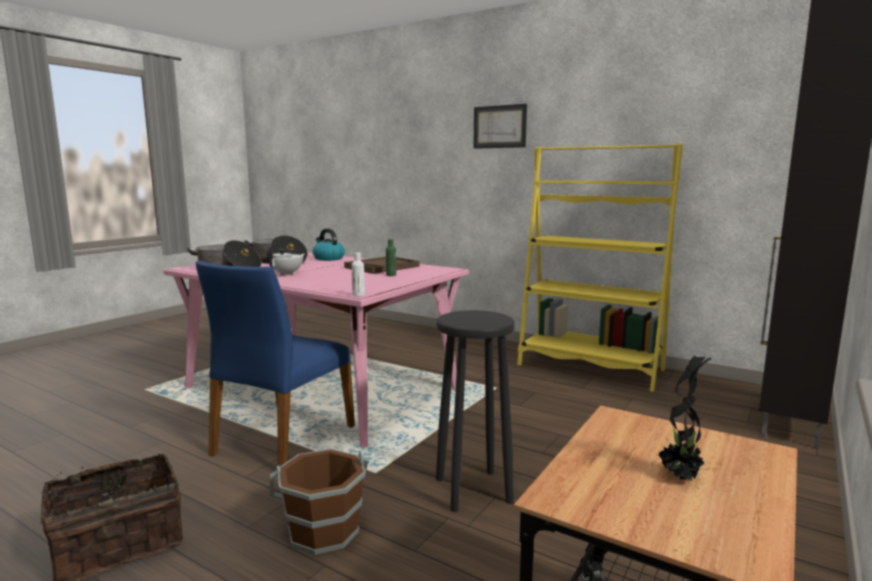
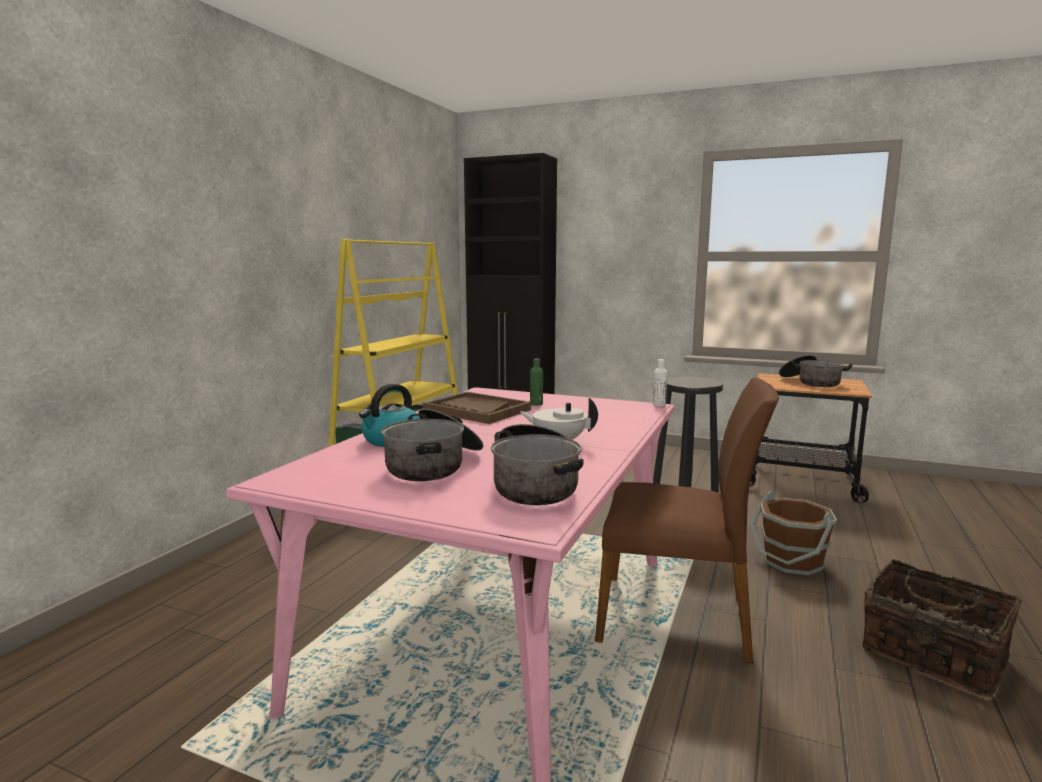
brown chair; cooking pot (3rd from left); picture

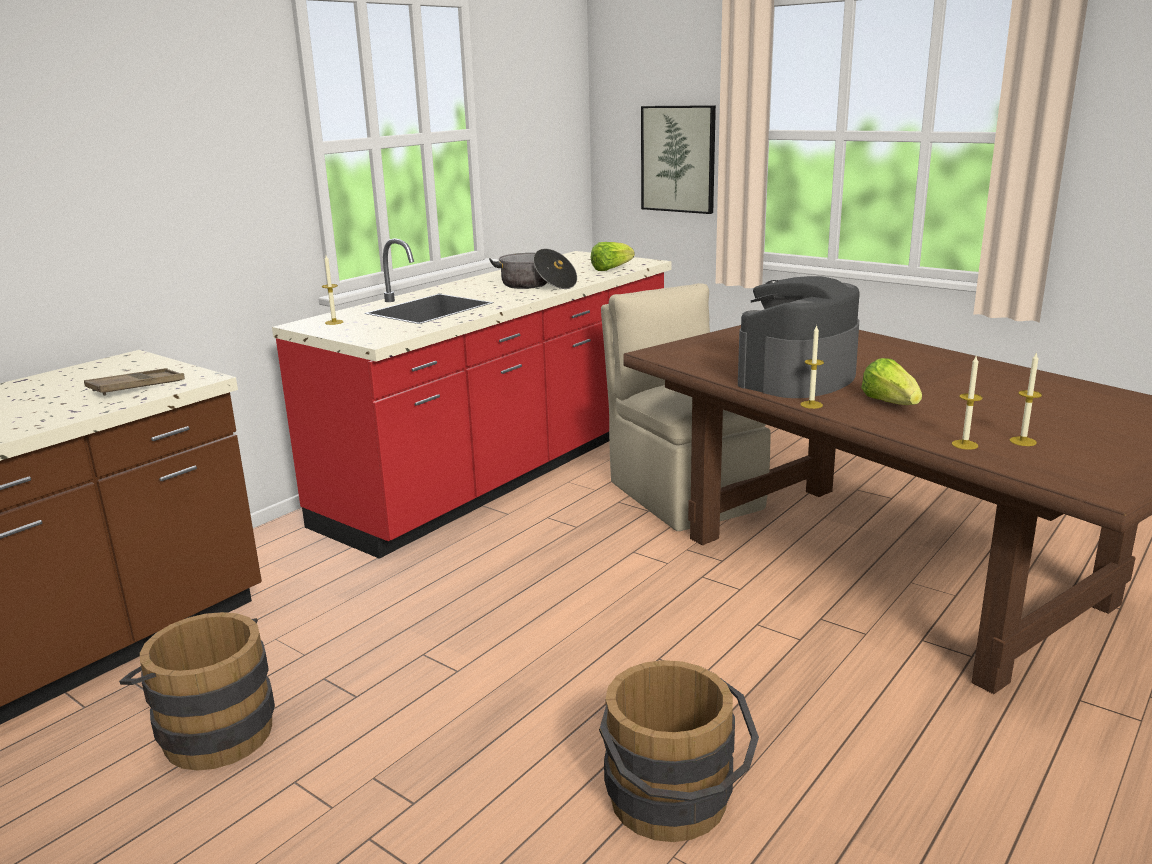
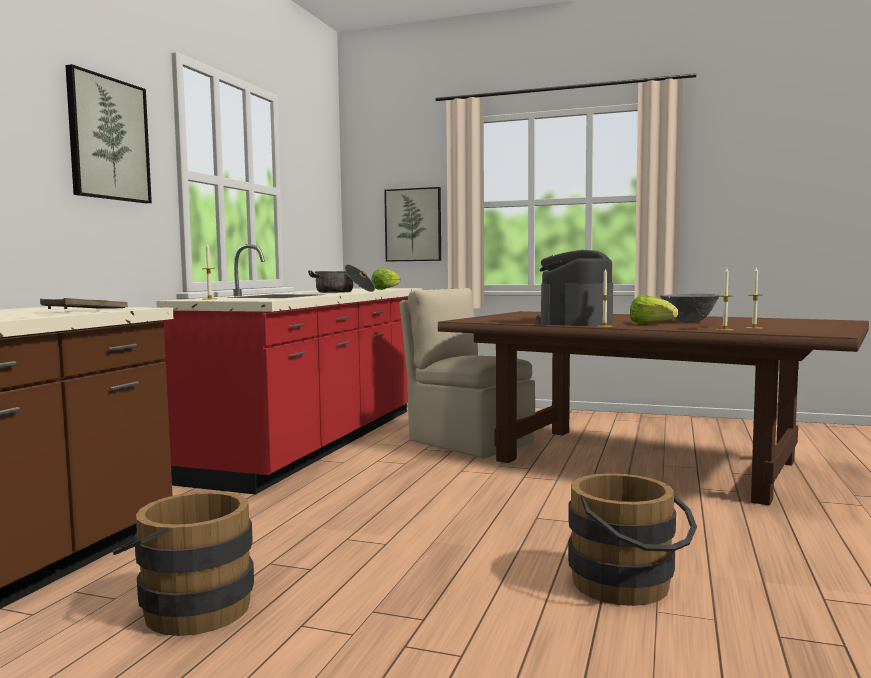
picture (1st from left); grey bowl

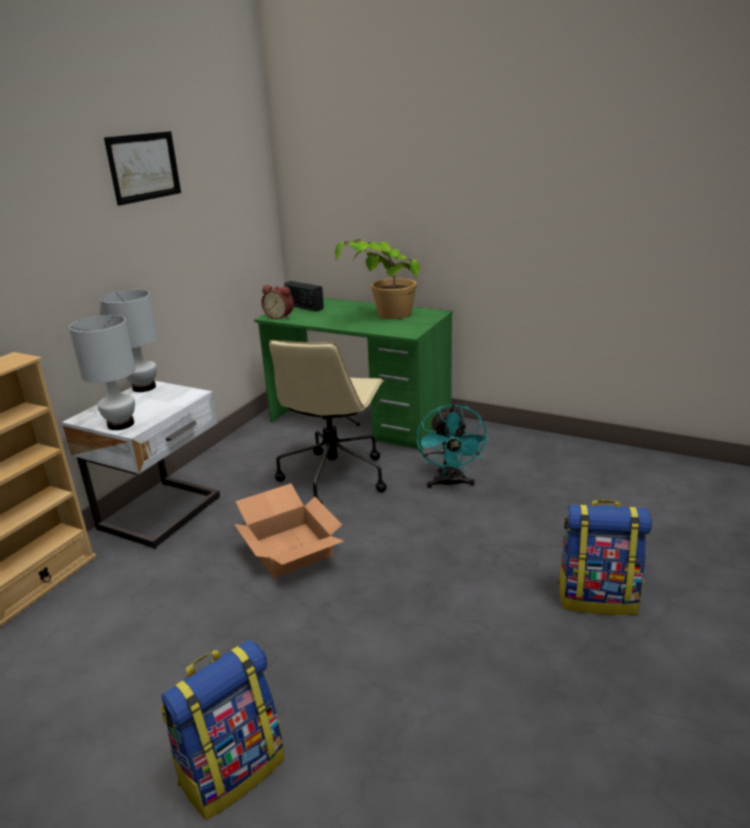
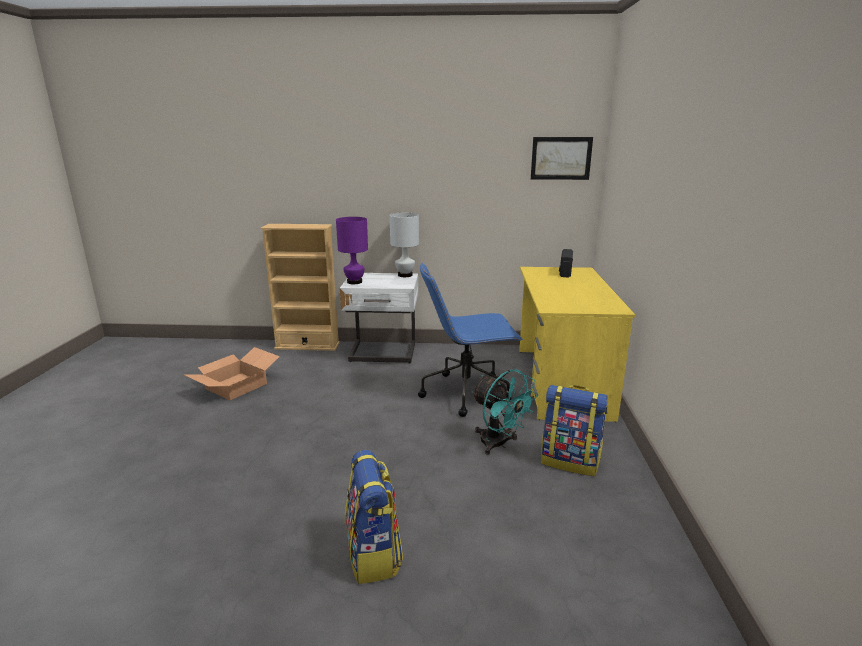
cardboard box; purple table lamp; blue office chair; turquoise fan; yellow desk; picture; backpack (2nd from left); alarm clock; potted plant

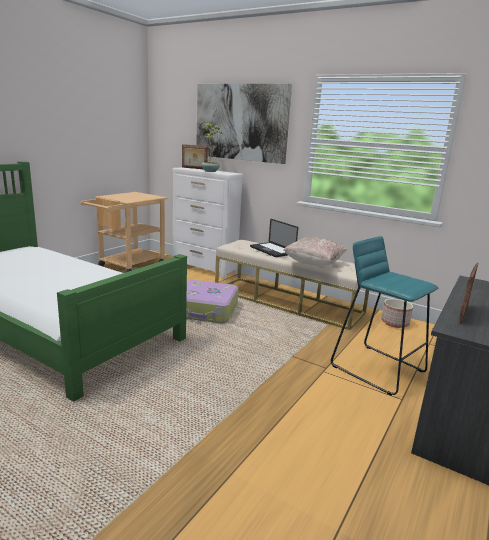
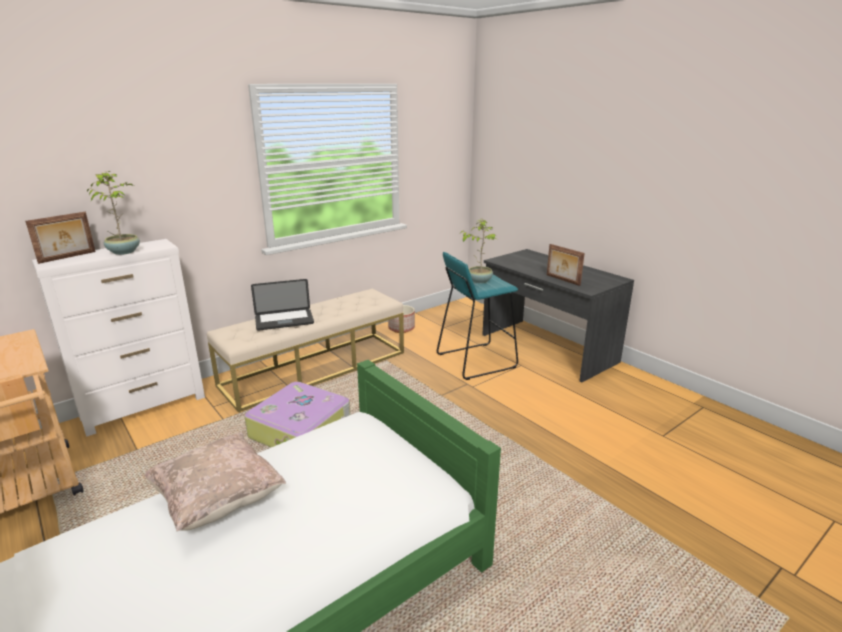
beige pillow; potted plant (2nd from left); picture

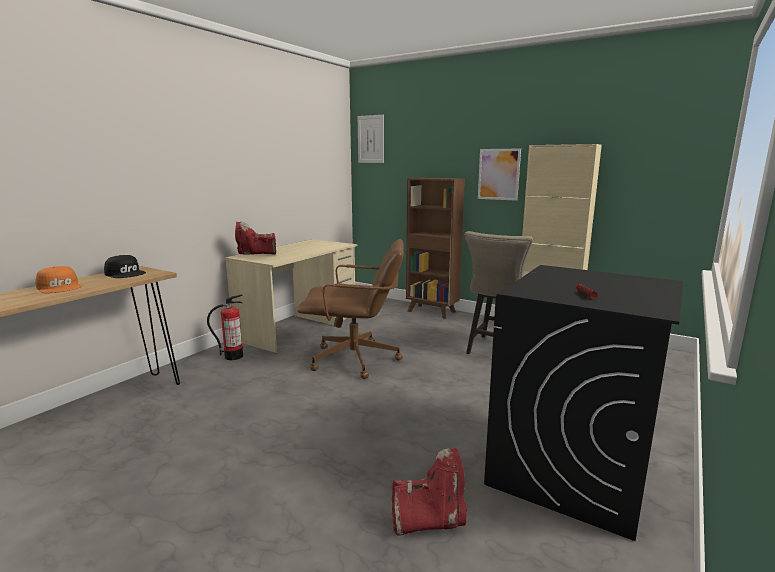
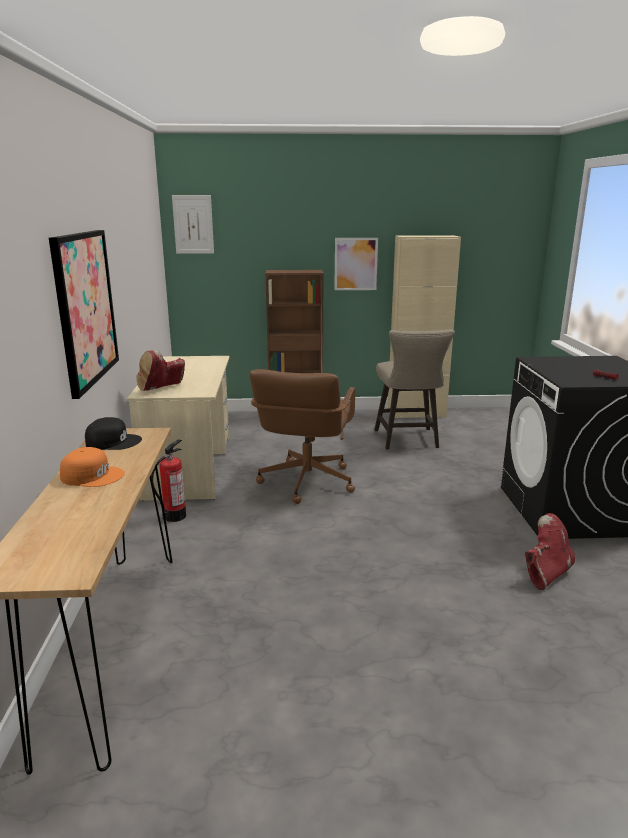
picture (1st from left); brown office chair

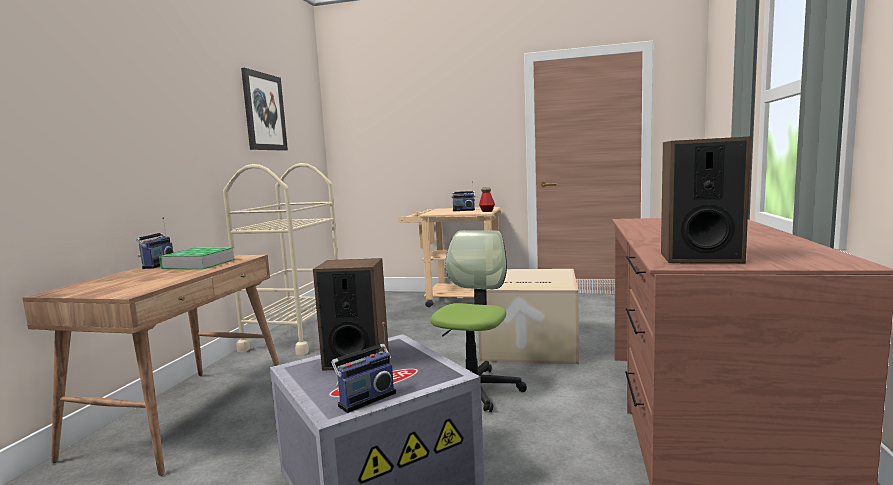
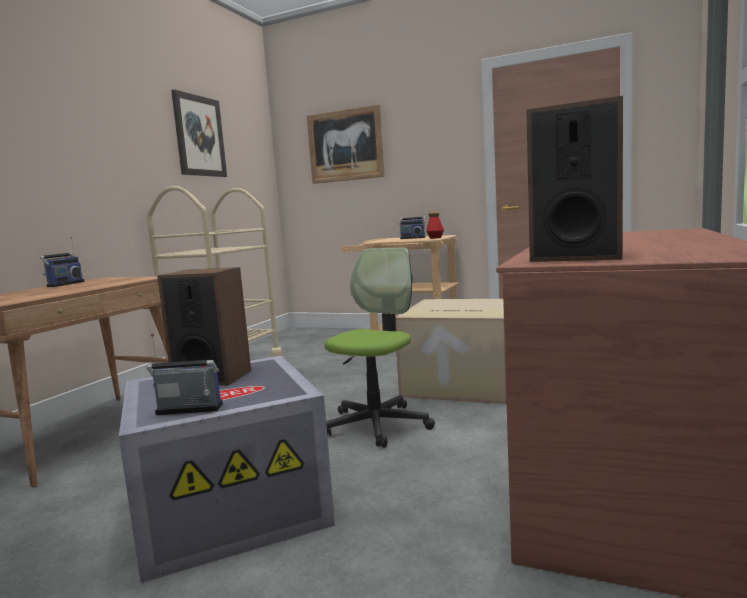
radio (2nd from left); picture (2nd from left); book

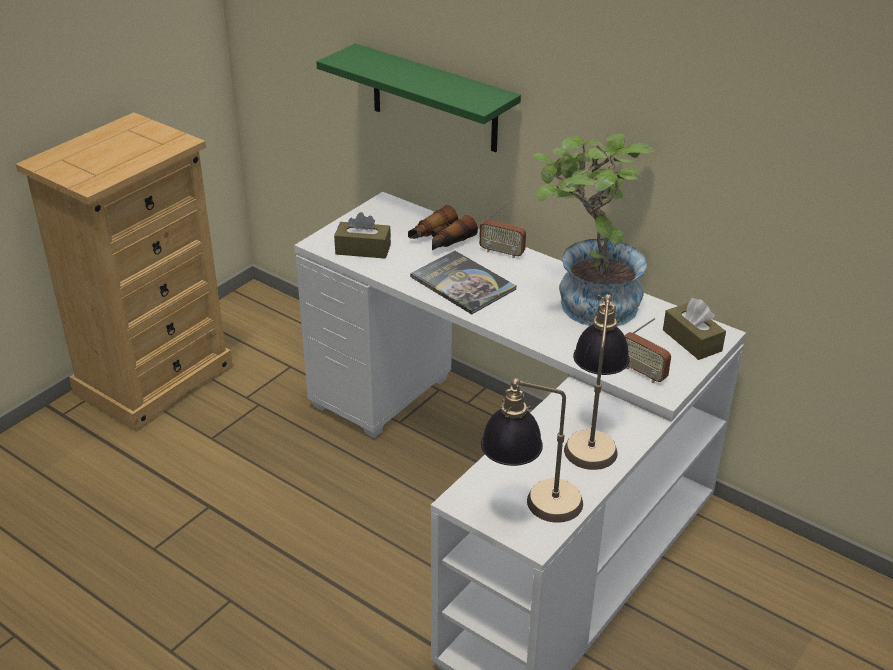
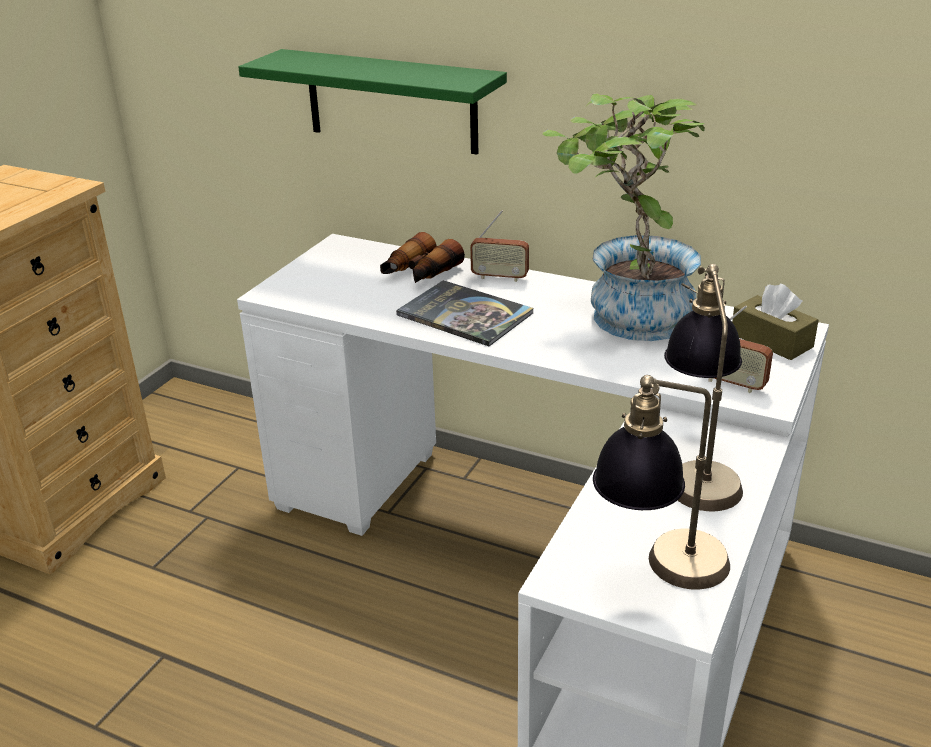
brown tissue box (1st from left in the first image)

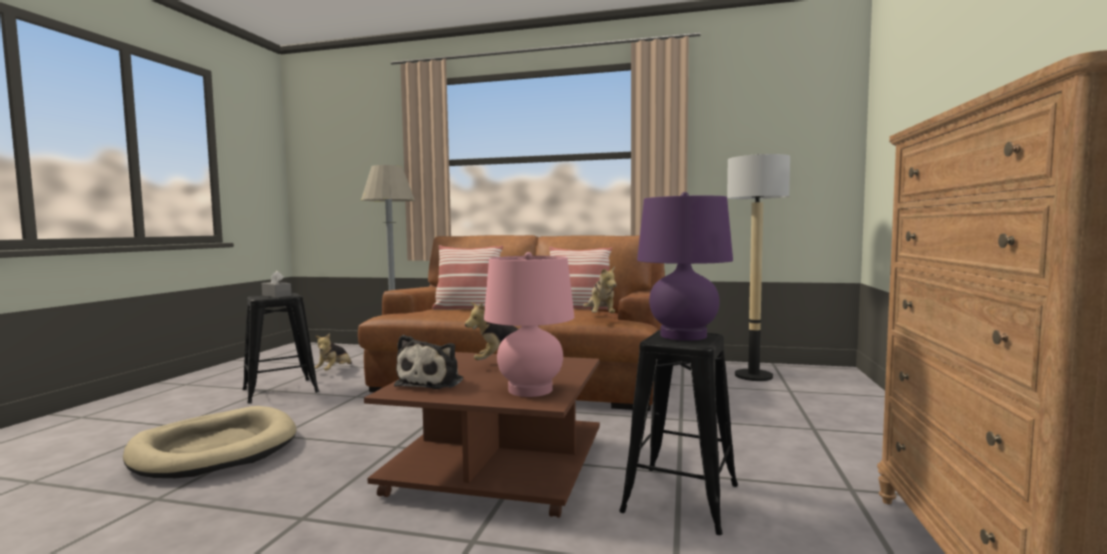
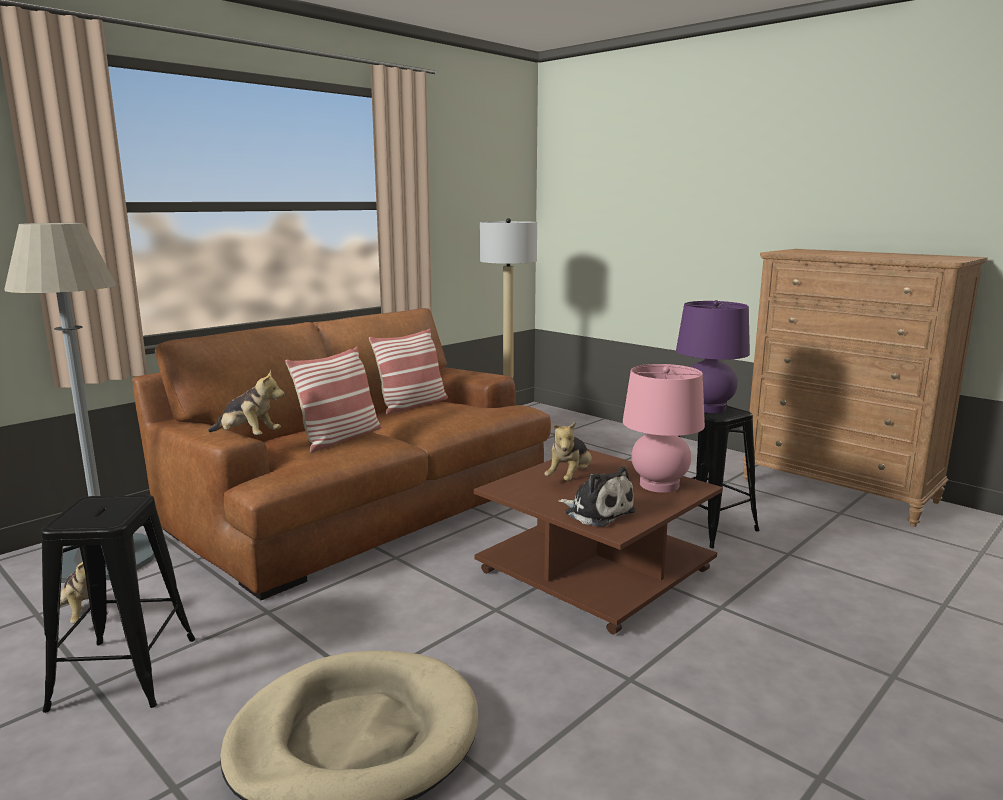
plush toy (2nd from left); grey tissue box

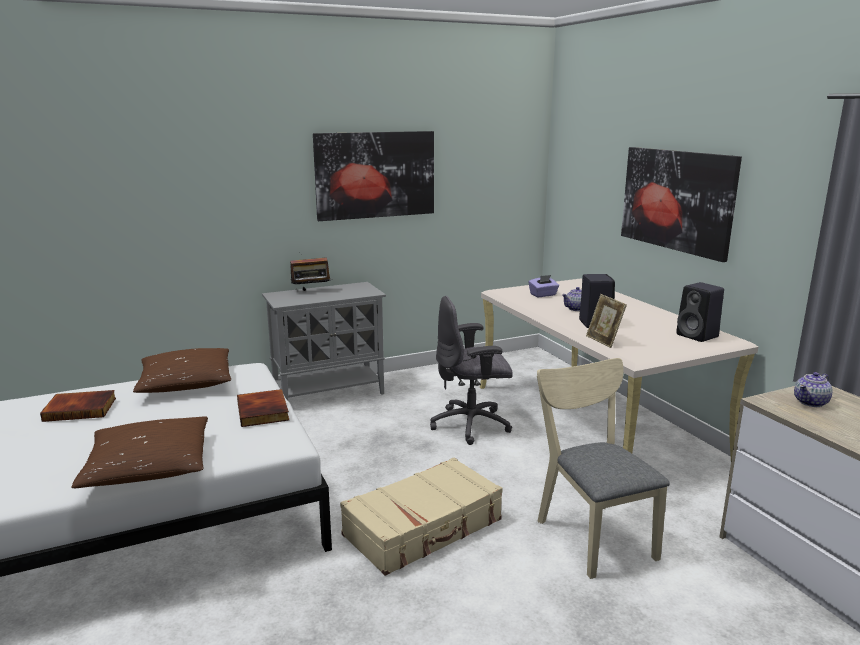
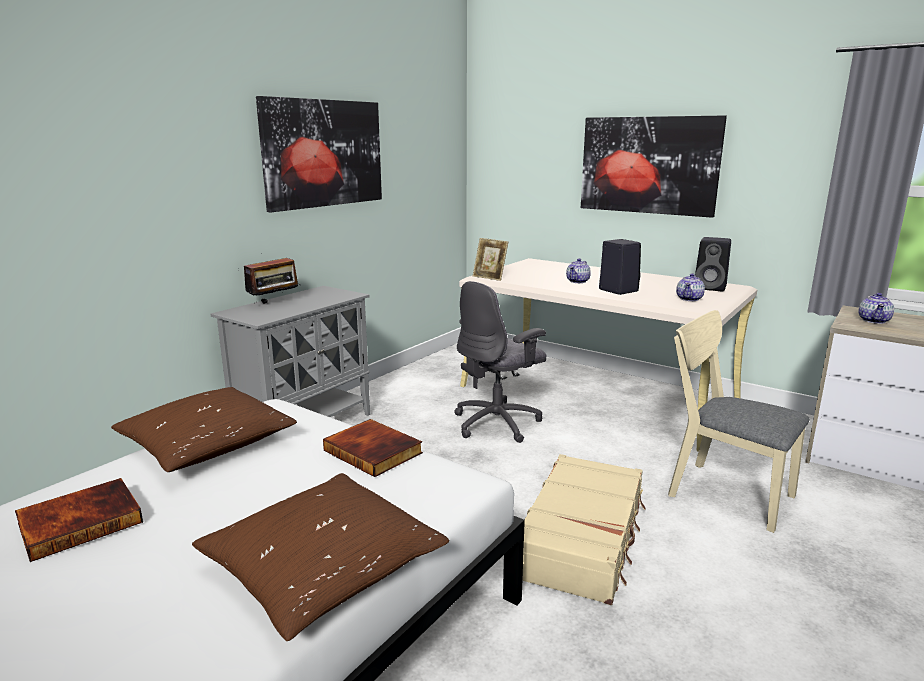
picture frame; teapot (2nd from left); purple tissue box

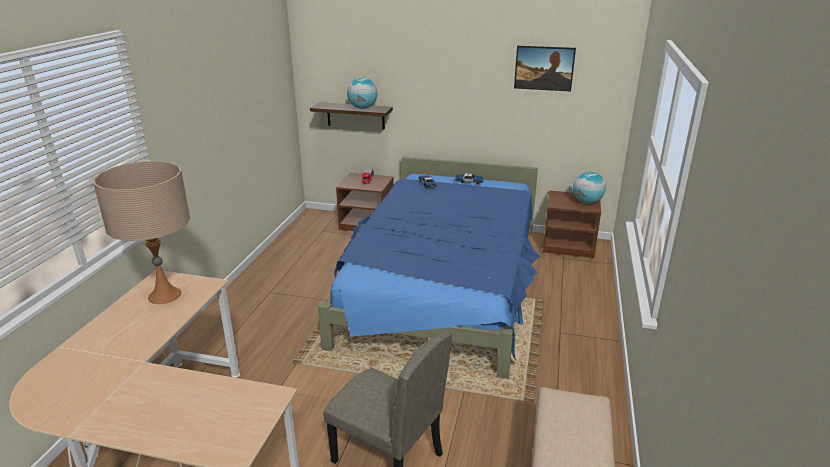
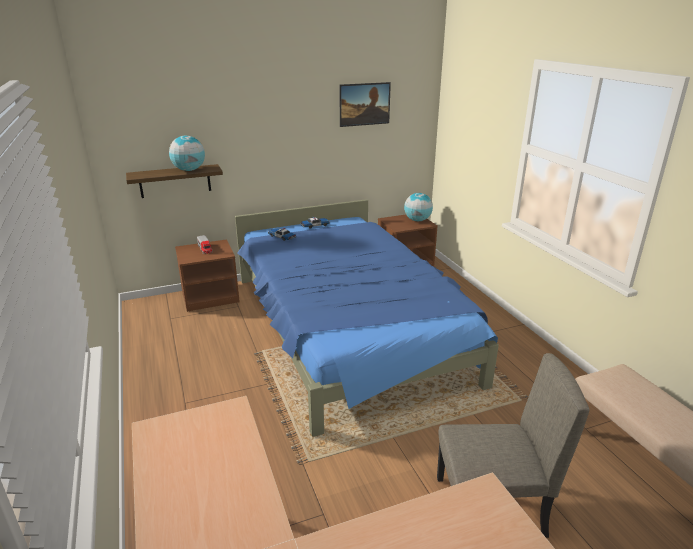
beige table lamp

